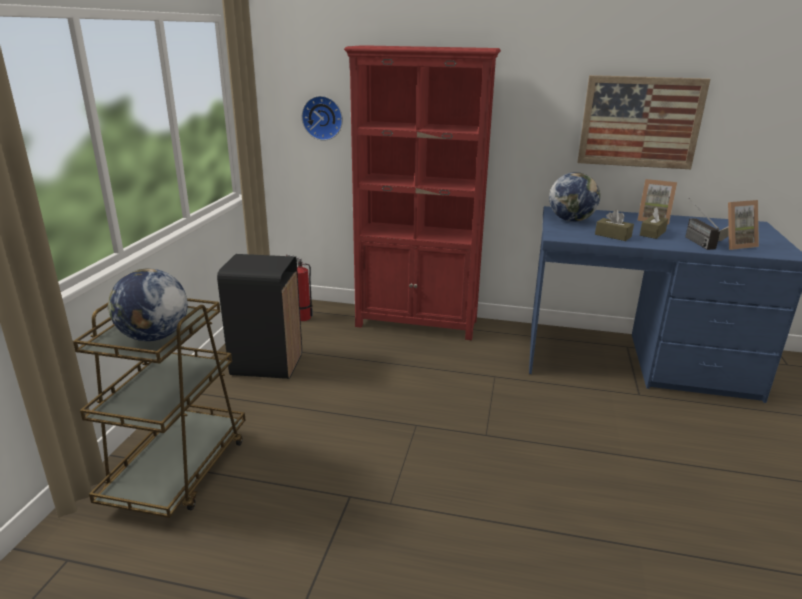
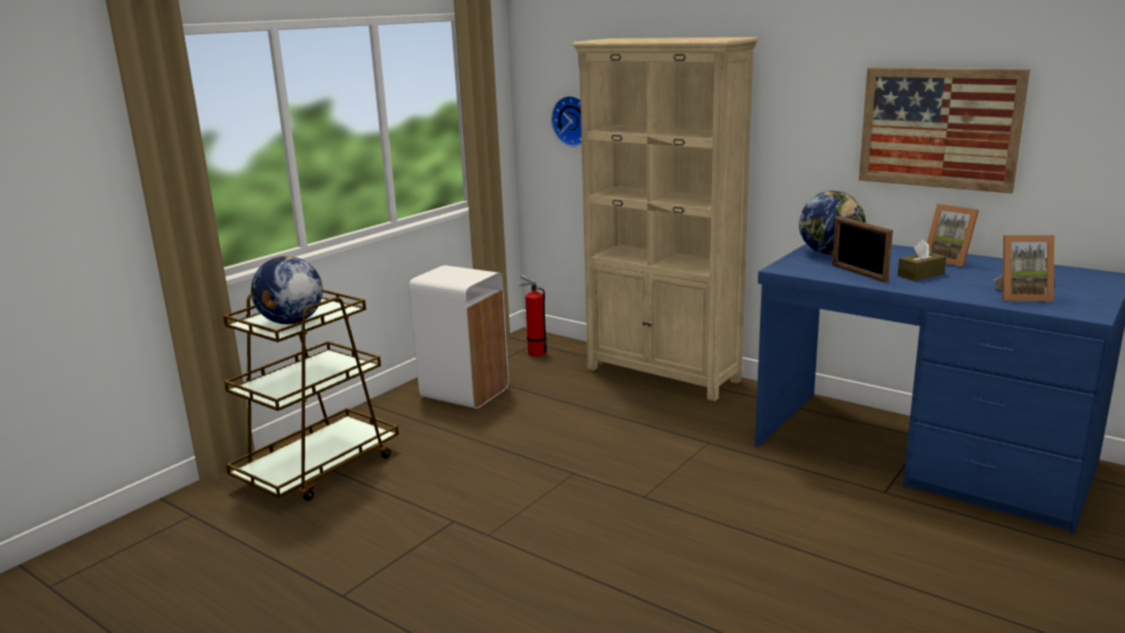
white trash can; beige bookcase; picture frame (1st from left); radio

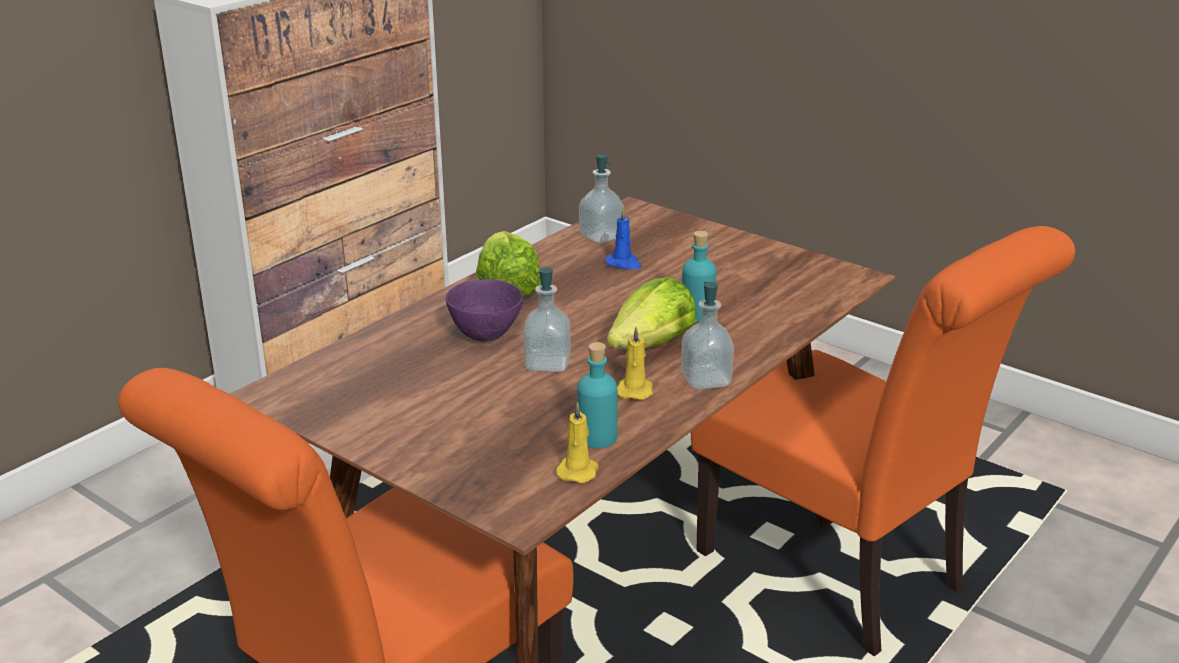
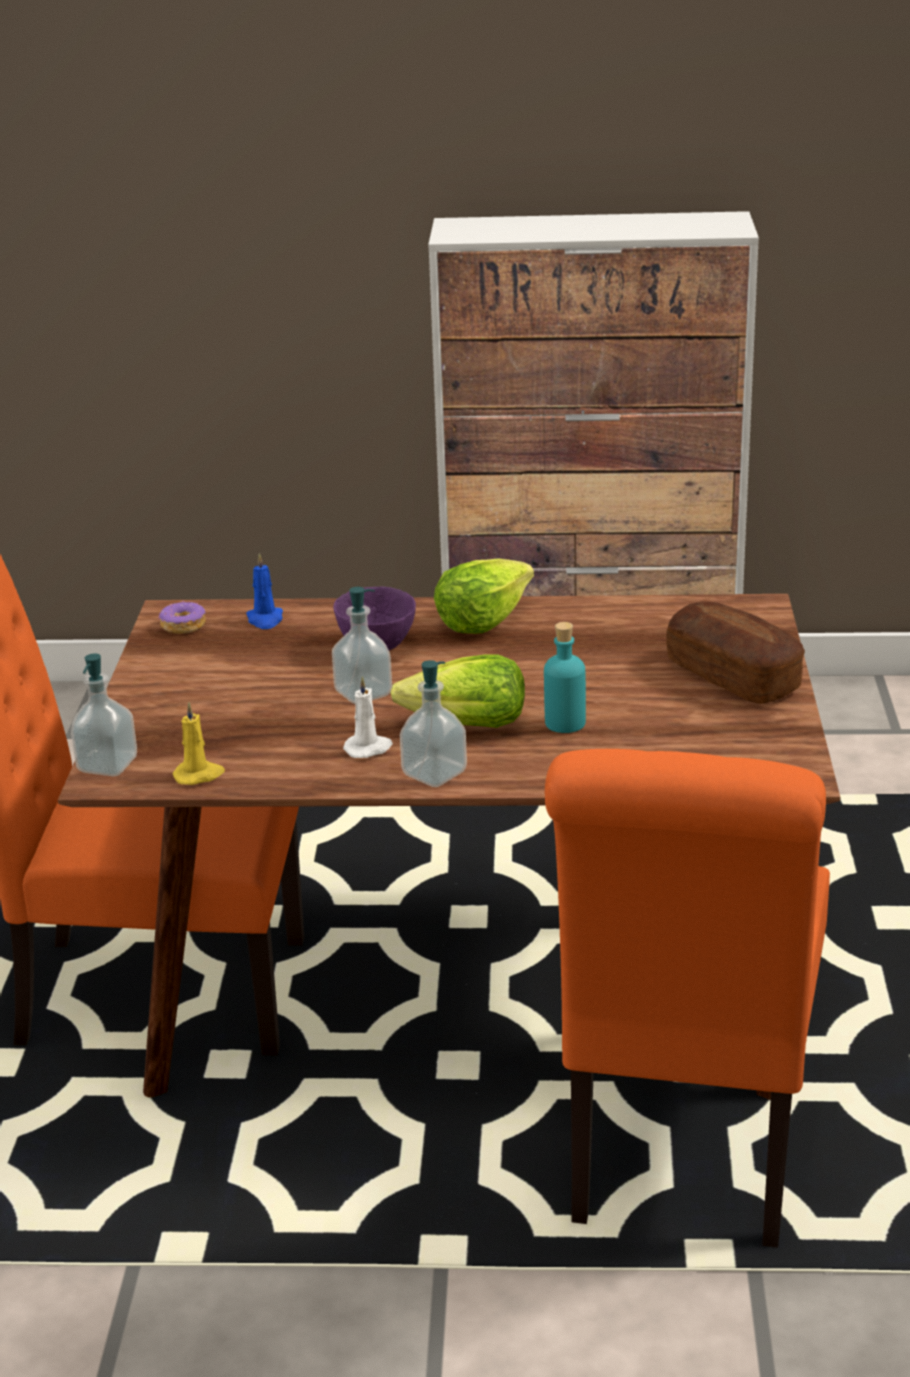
soap dispenser (1st from left); donut; blue candle; white candle; bread; turquoise bottle (1st from left in the first image)

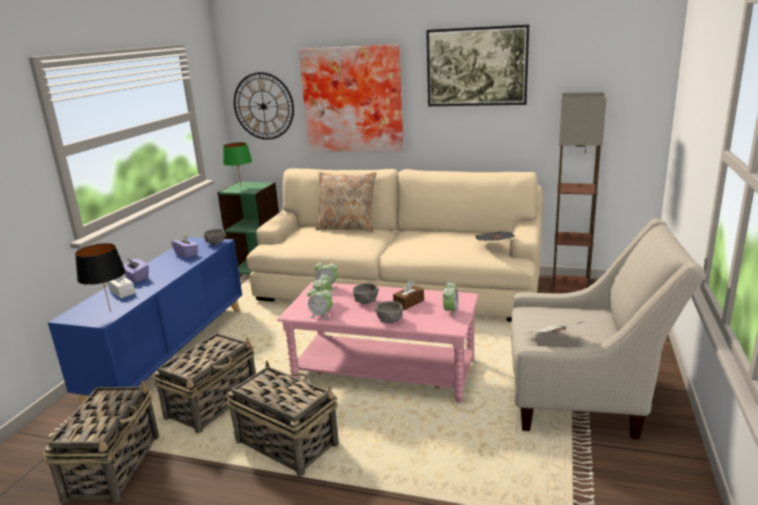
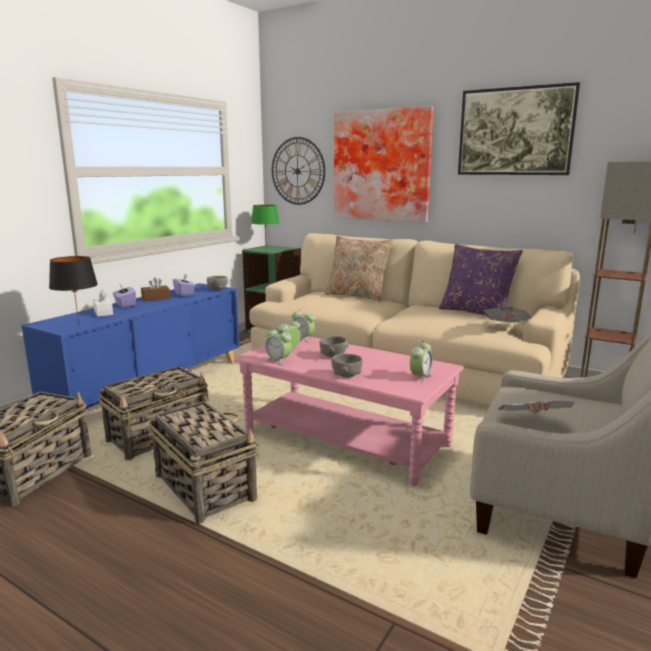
brown tissue box; purple pillow

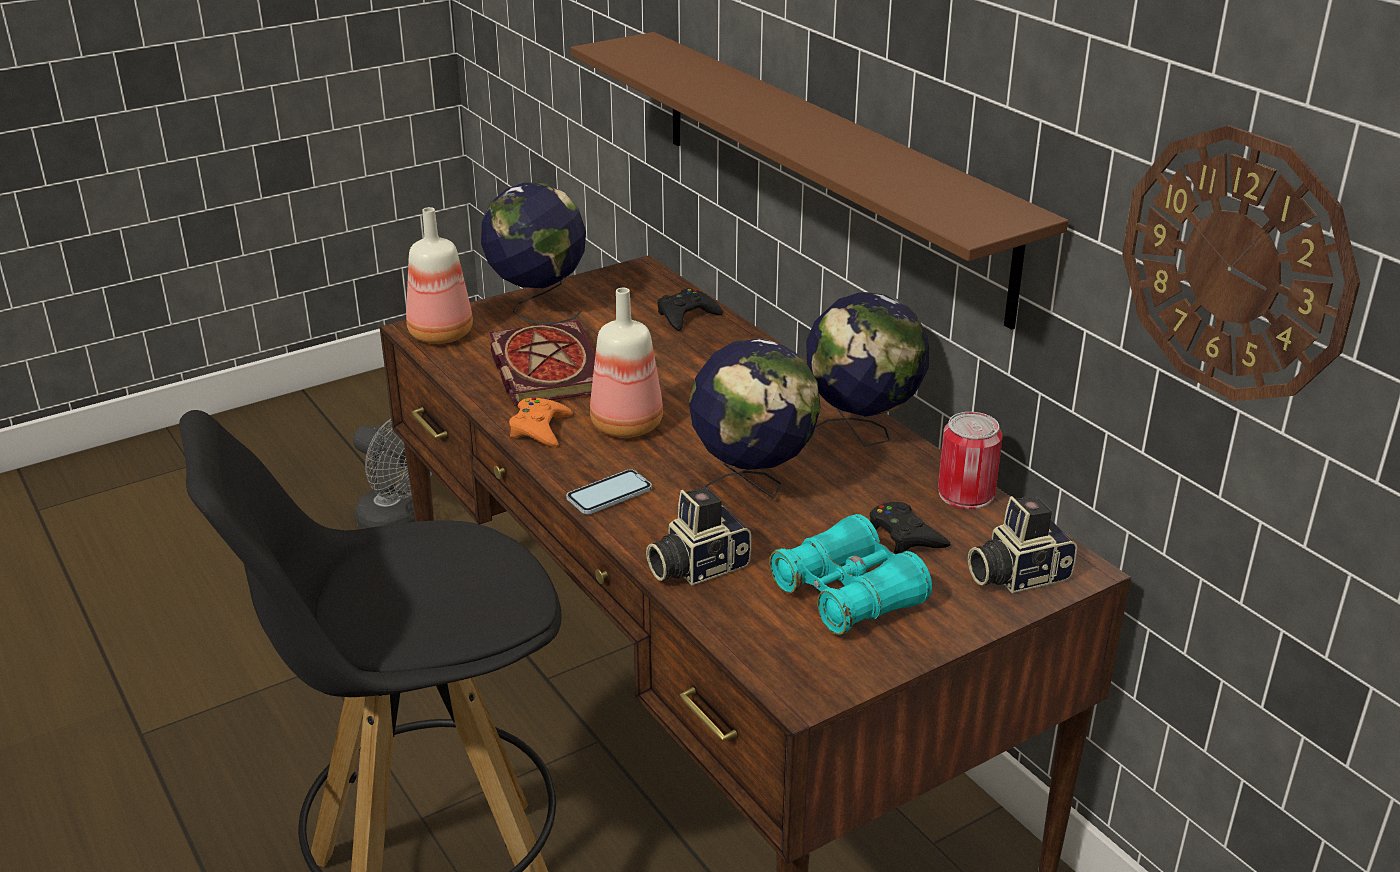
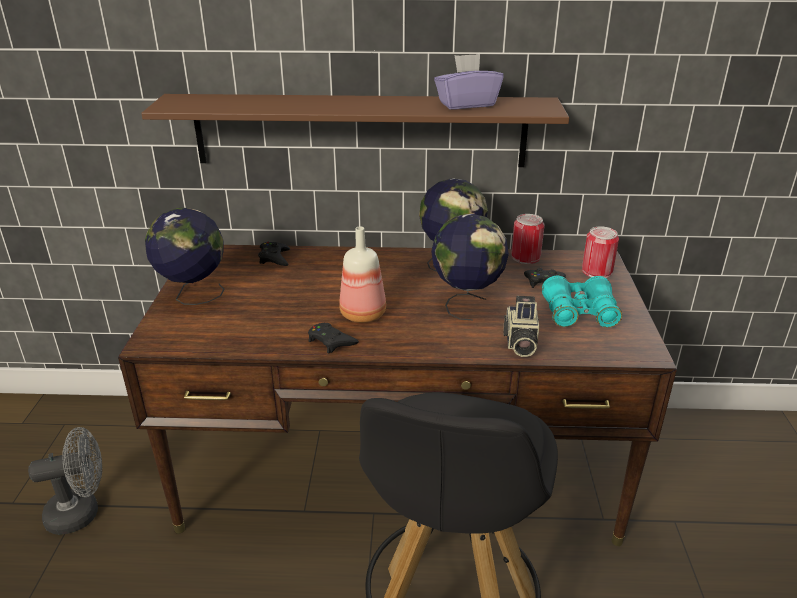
black game controller (2nd from left); purple tissue box; can (2nd from left); bottle (1st from left in the first image); book; phone; wall clock

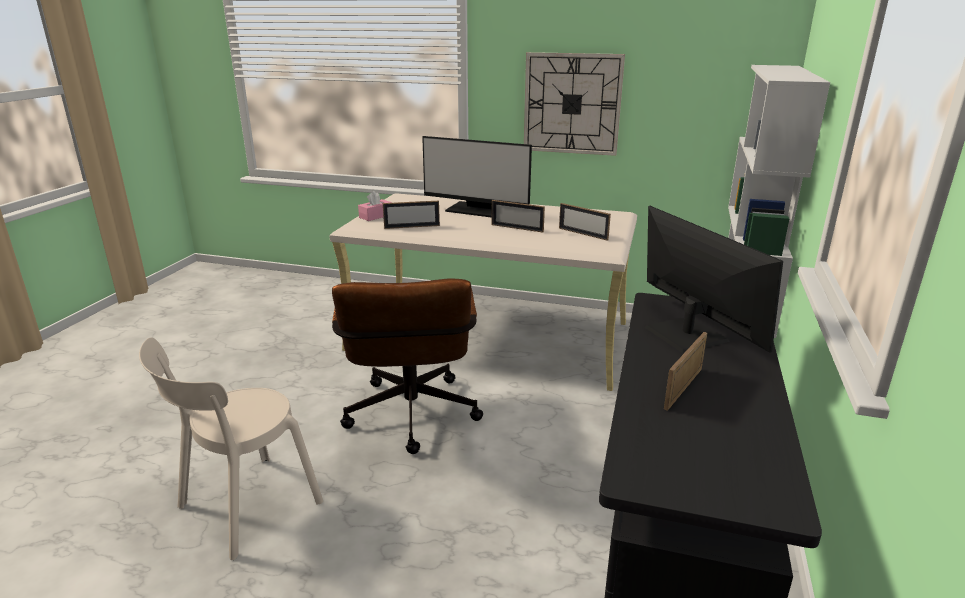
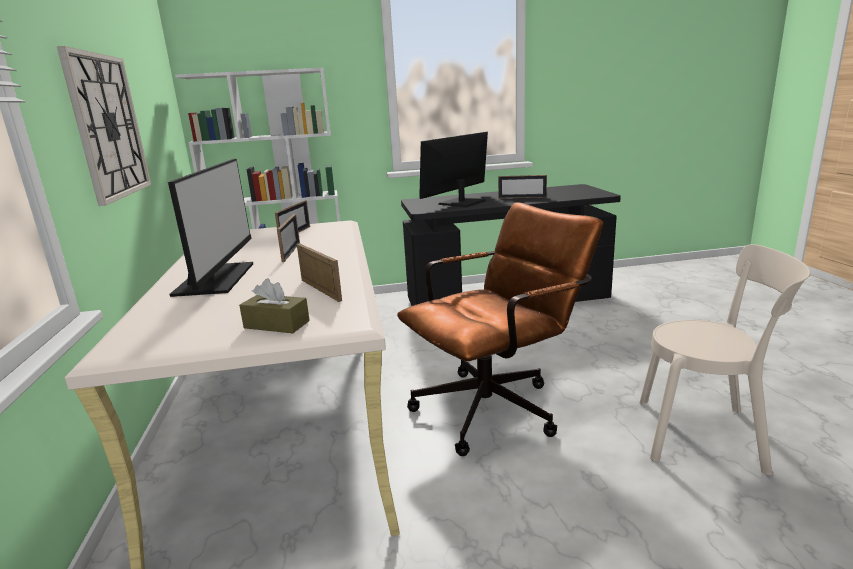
brown tissue box

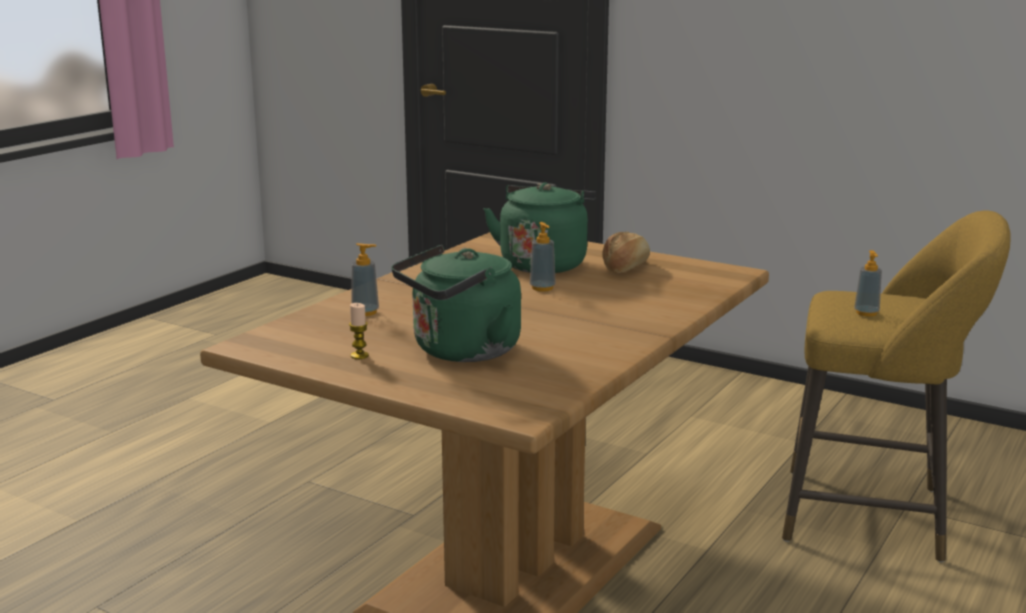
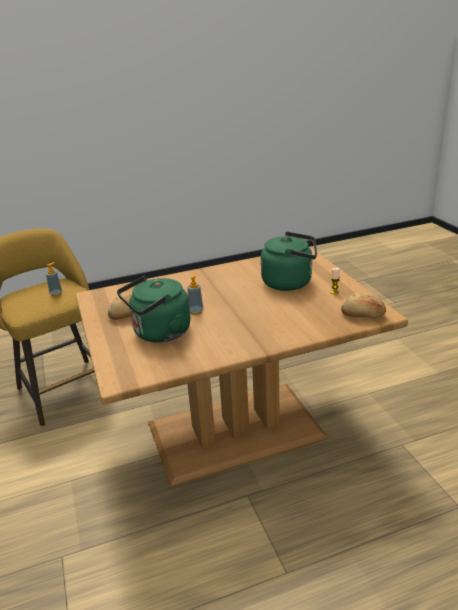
bread (2nd from left); soap dispenser (1st from left in the first image)

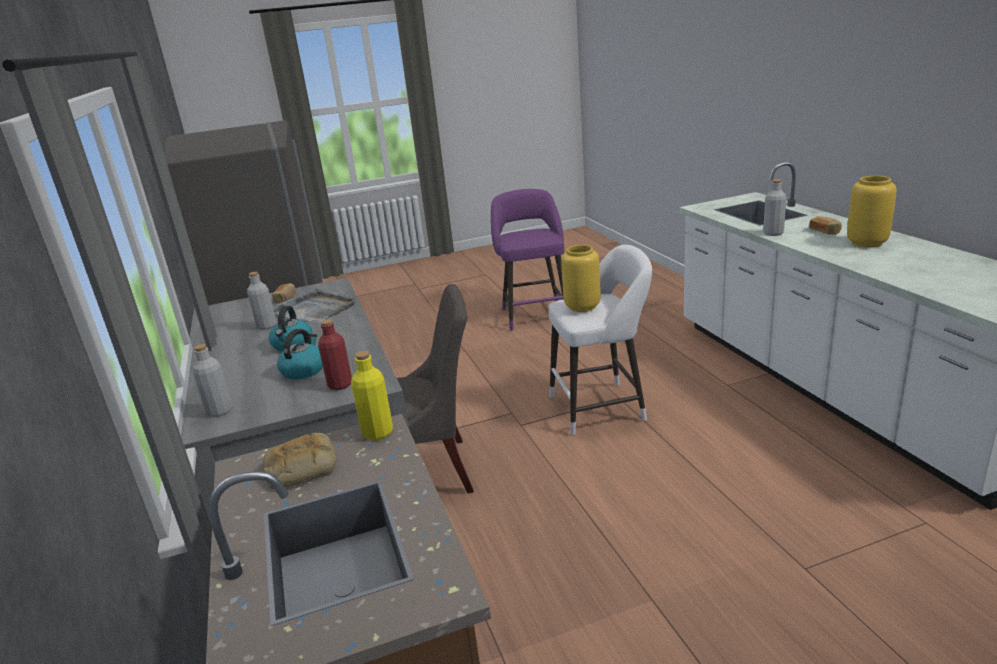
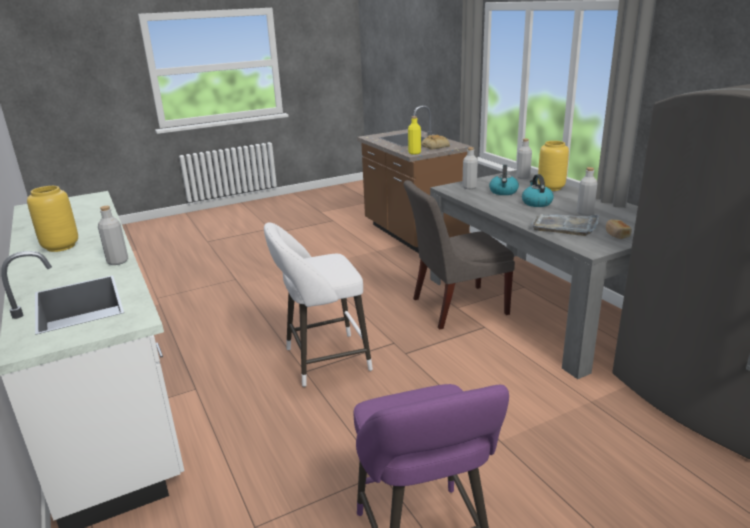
grey bottle (2nd from left); yellow vase (2nd from left); bread (3rd from left in the first image)

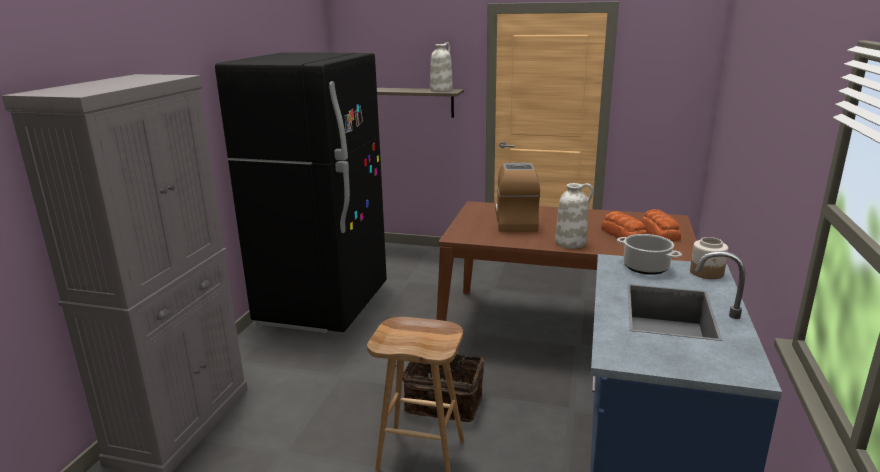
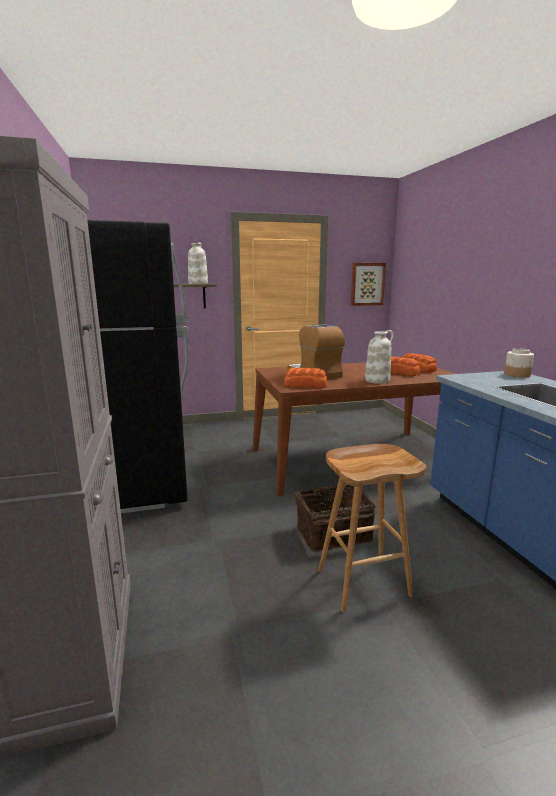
bread (1st from left); picture; cooking pot

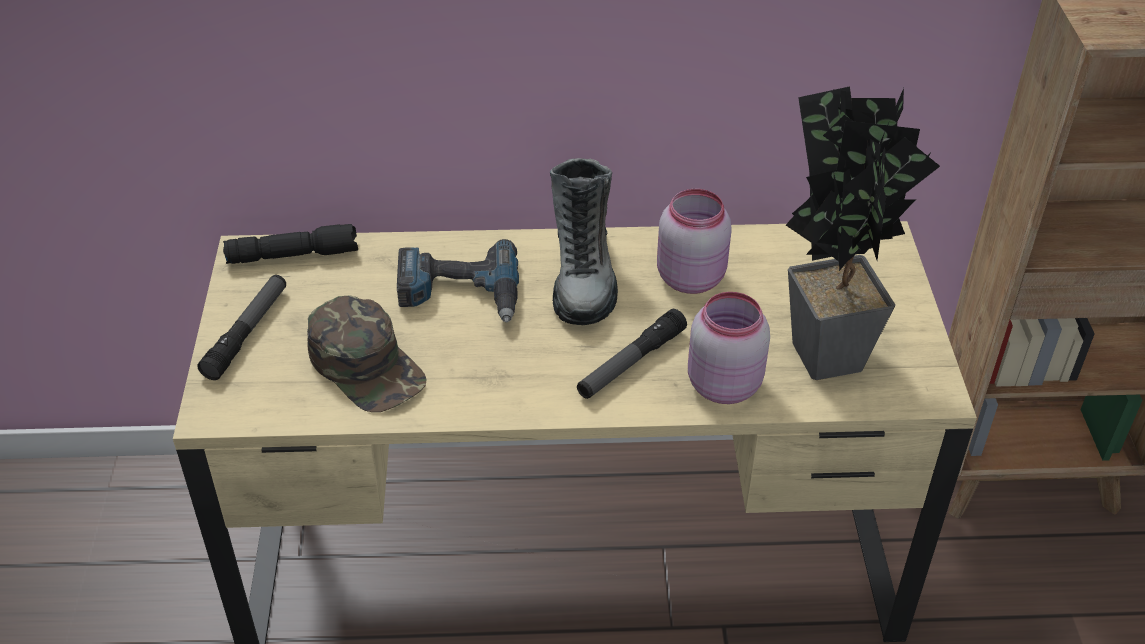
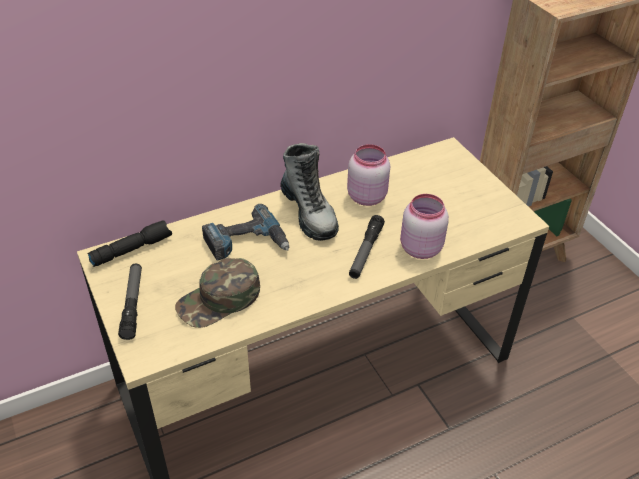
green cap; potted plant

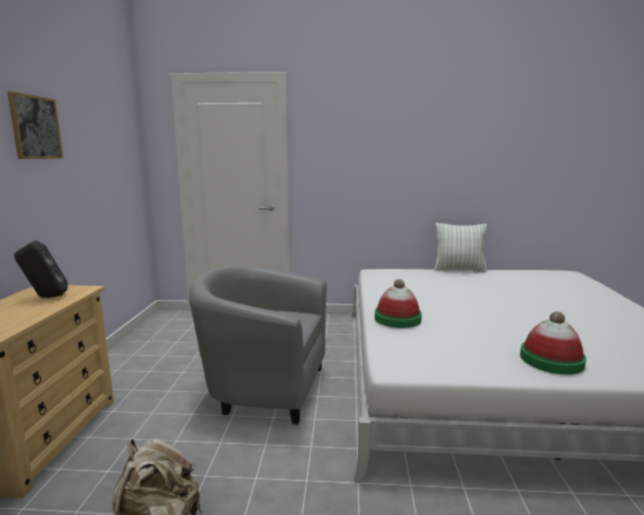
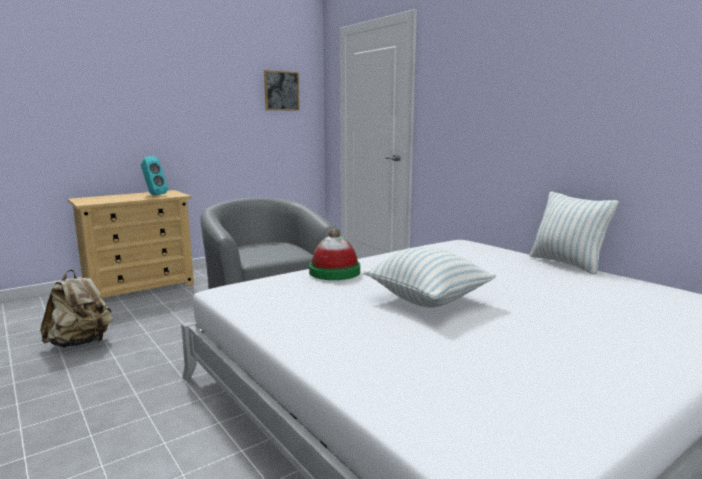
turquoise speaker; picture; pillow (1st from left); hat (2nd from left in the first image)

